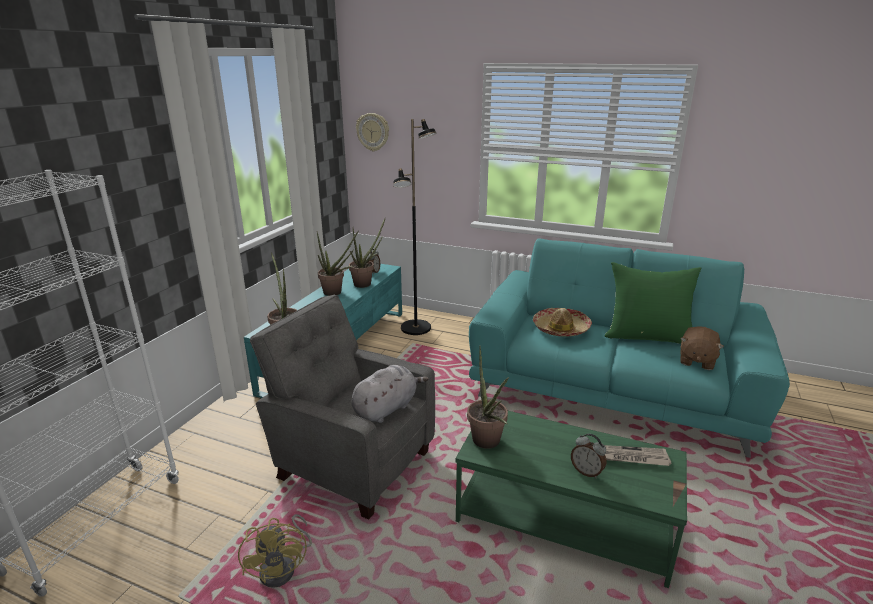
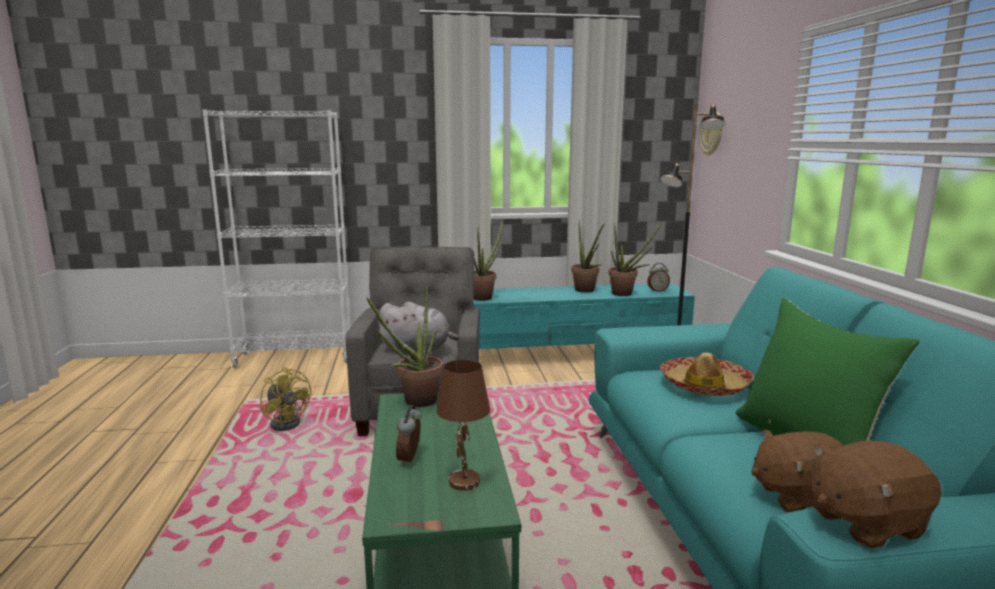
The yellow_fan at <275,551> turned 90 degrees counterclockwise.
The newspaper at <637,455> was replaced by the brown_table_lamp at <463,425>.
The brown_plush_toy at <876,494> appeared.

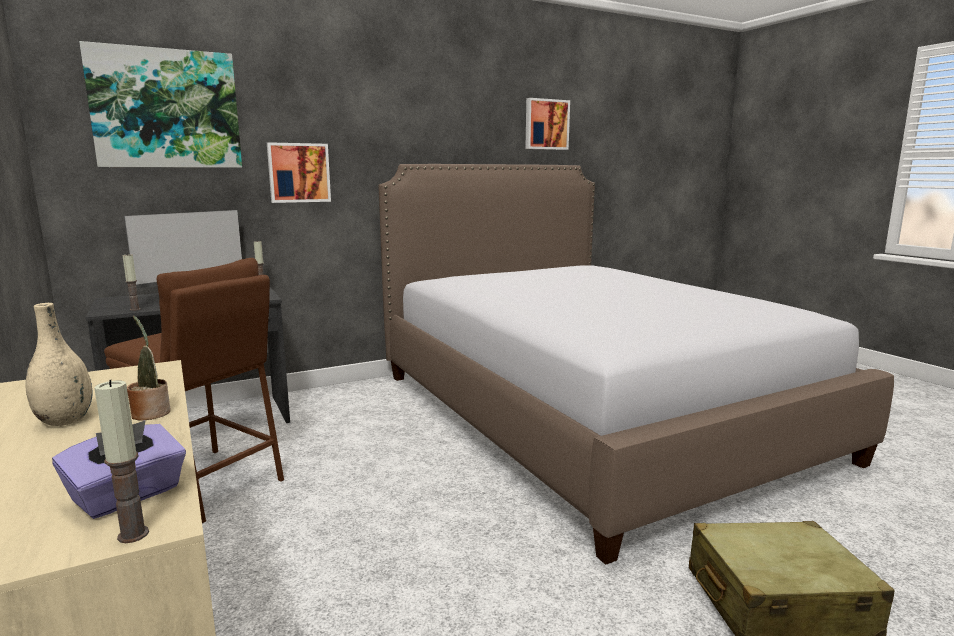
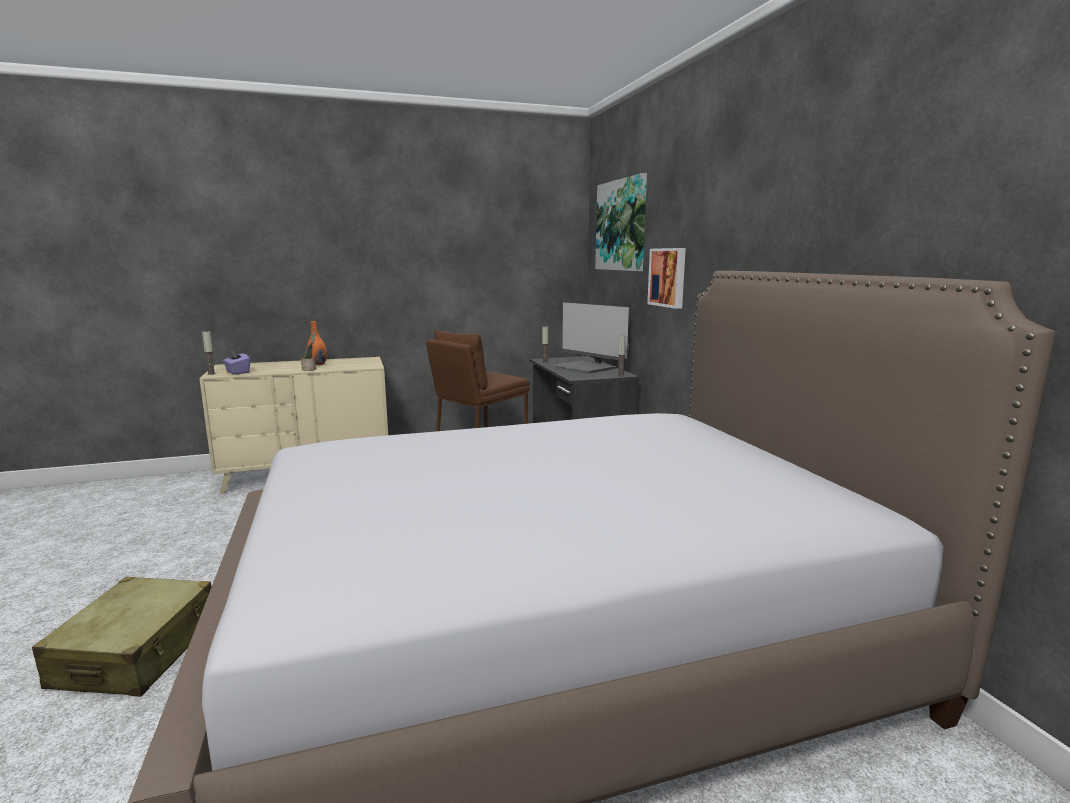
The beige_vase at <59,364> became the orange_vase at <317,343>.
The picture at <547,124> disappeared.

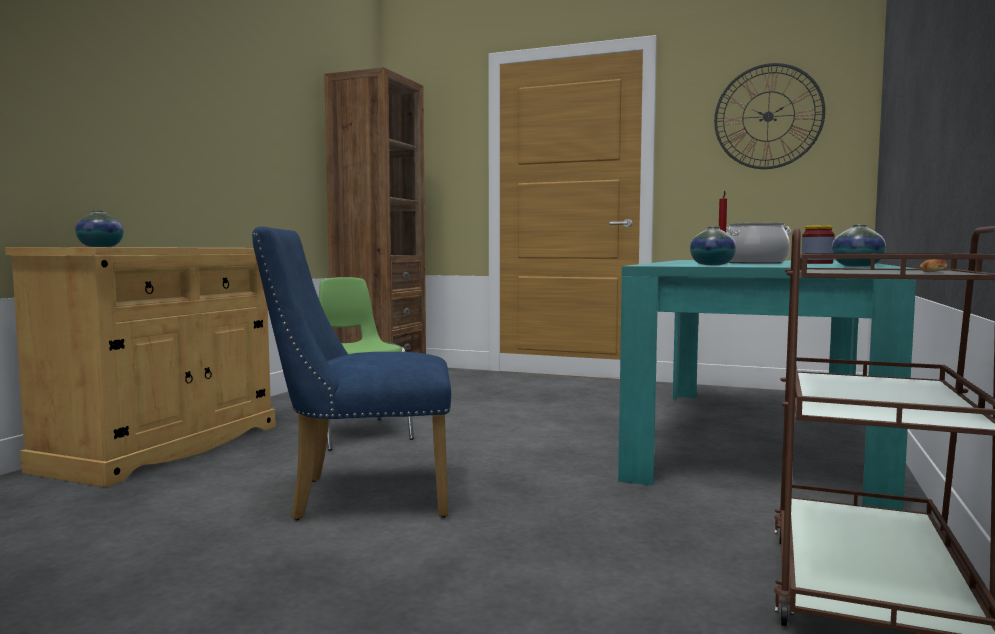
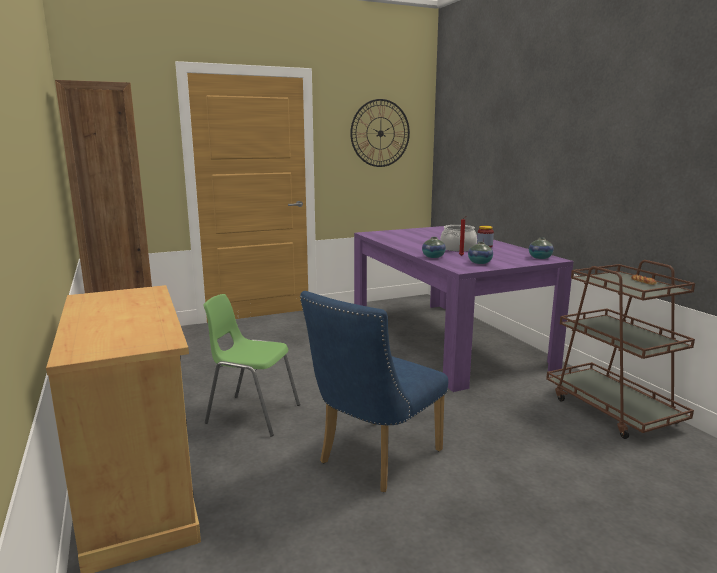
The turquoise_dining_table at <767,385> became the purple_dining_table at <464,309>.
The vase moved from <99,228> to <434,247>.

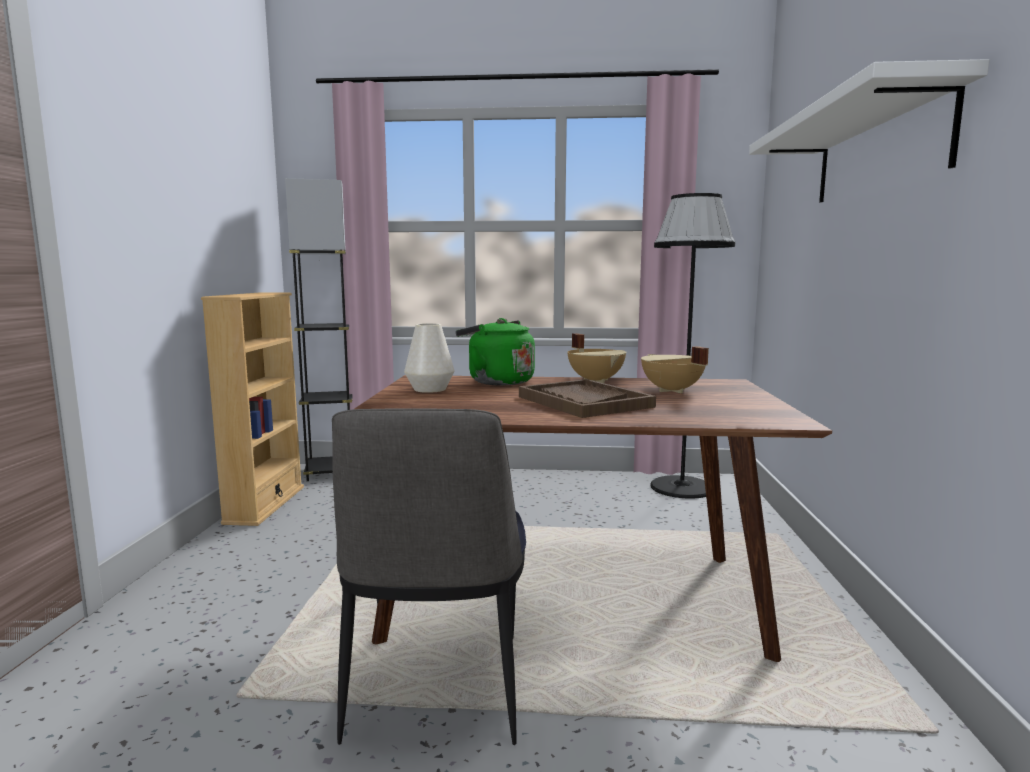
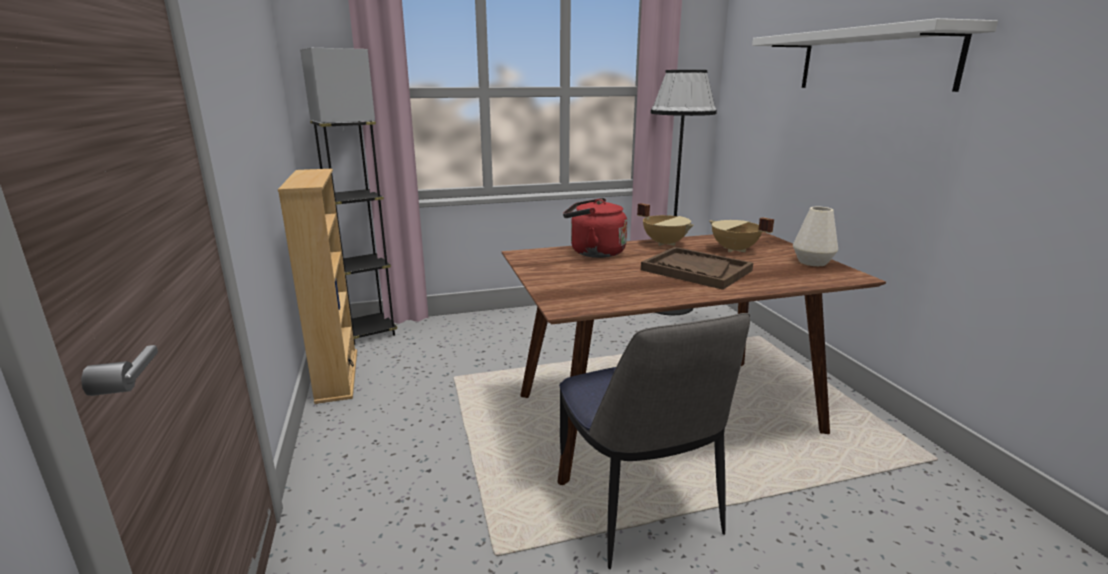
The green_kettle at <495,351> became the red_kettle at <595,228>.
The white_vase moved from <429,358> to <815,236>.

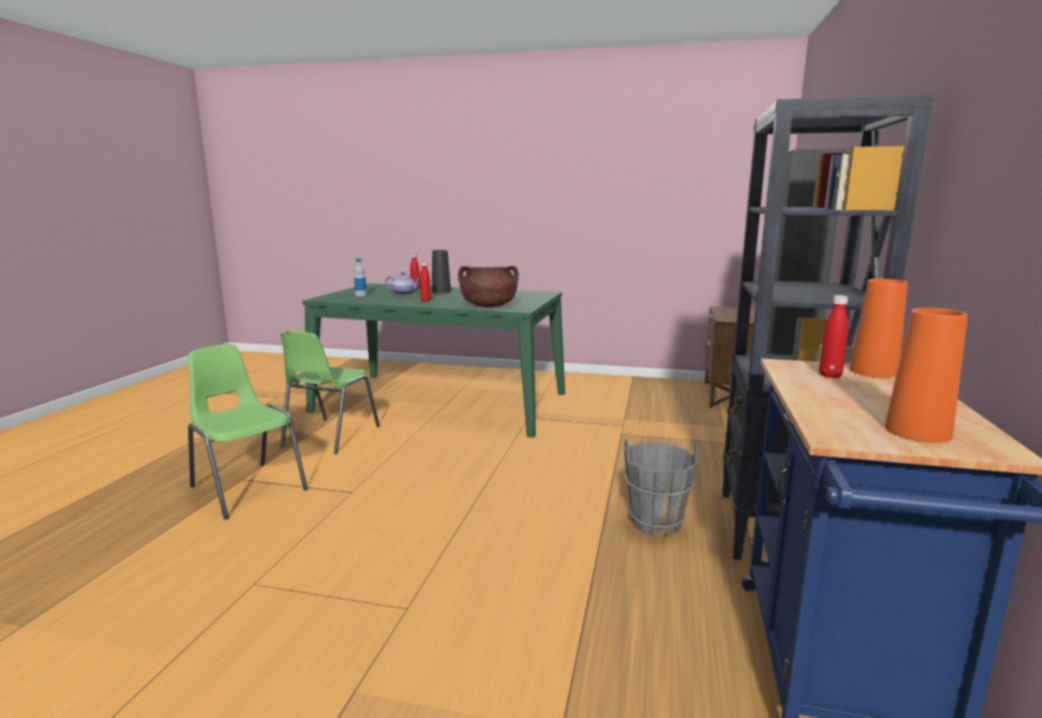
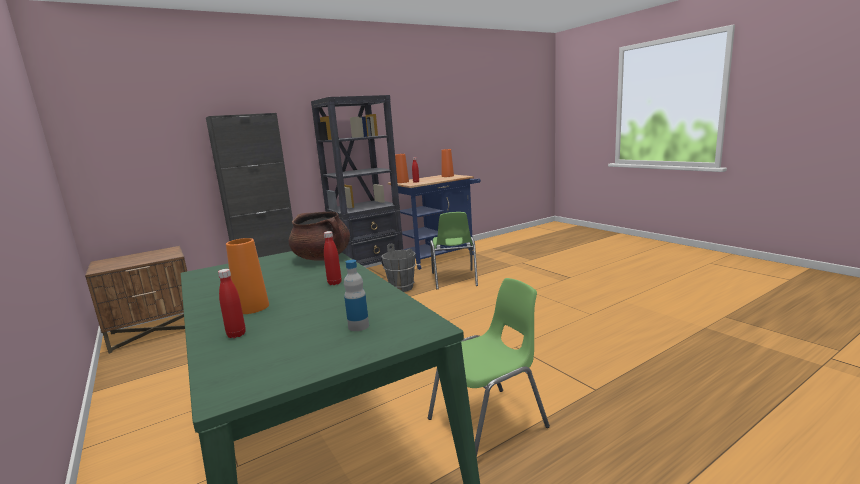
The black_vase at <441,271> became the orange_vase at <247,276>.
The green_chair moved from <248,432> to <454,250>.
The teapot at <402,283> disappeared.

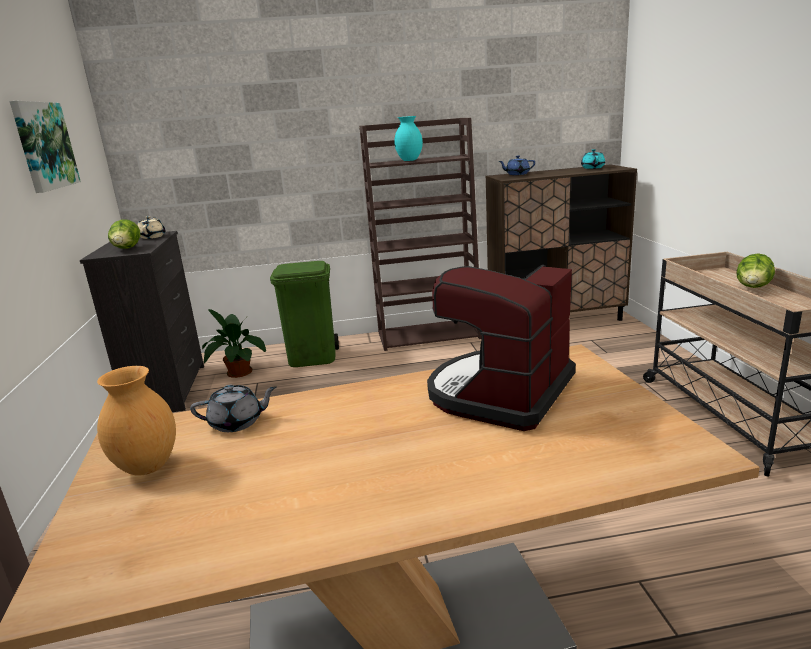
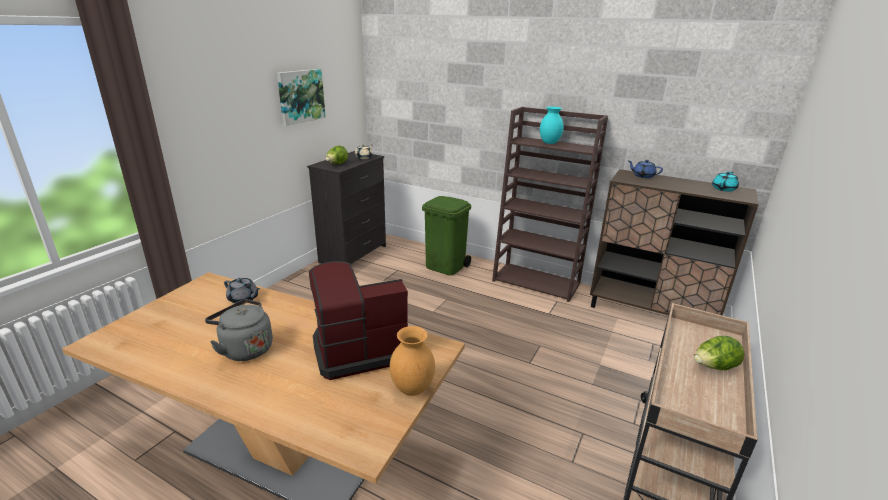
The grey_kettle at <239,330> appeared.
The brown_vase moved from <136,421> to <412,361>.
The potted_plant at <234,343> disappeared.

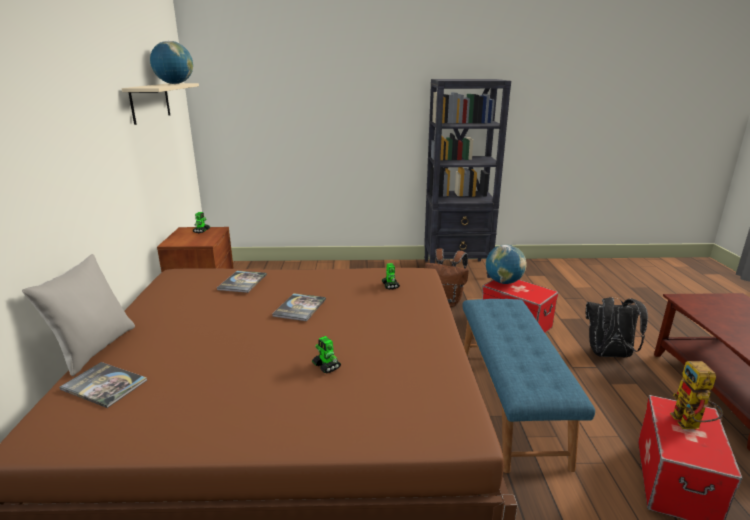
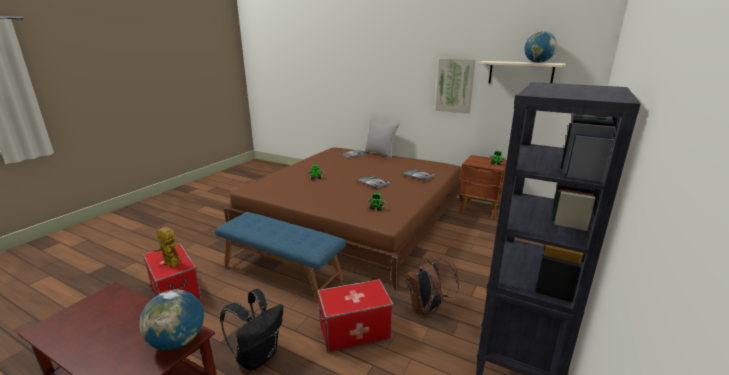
The globe moved from <506,264> to <171,320>.
The picture at <455,86> appeared.

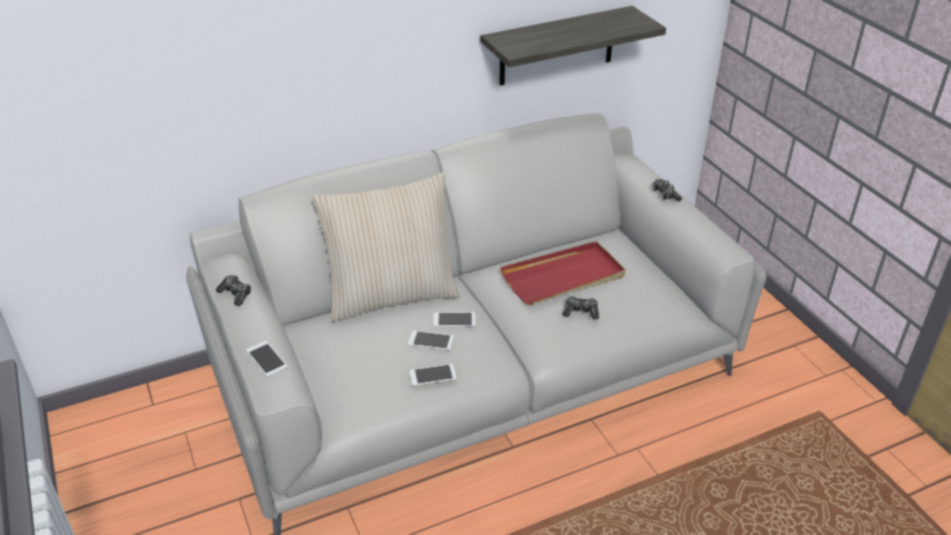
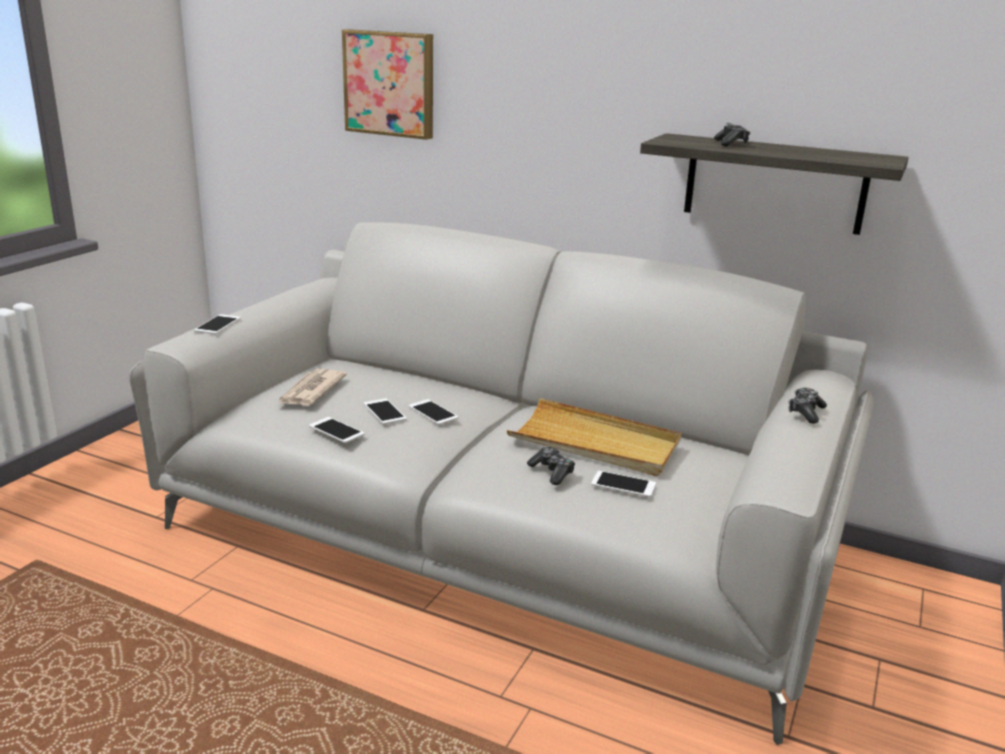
The newspaper at <312,387> appeared.
The picture at <387,84> appeared.
The red_tray at <563,273> became the beige_tray at <594,437>.
The phone at <623,484> appeared.
The game_controller moved from <233,290> to <732,134>.
The beige_pillow at <386,247> disappeared.

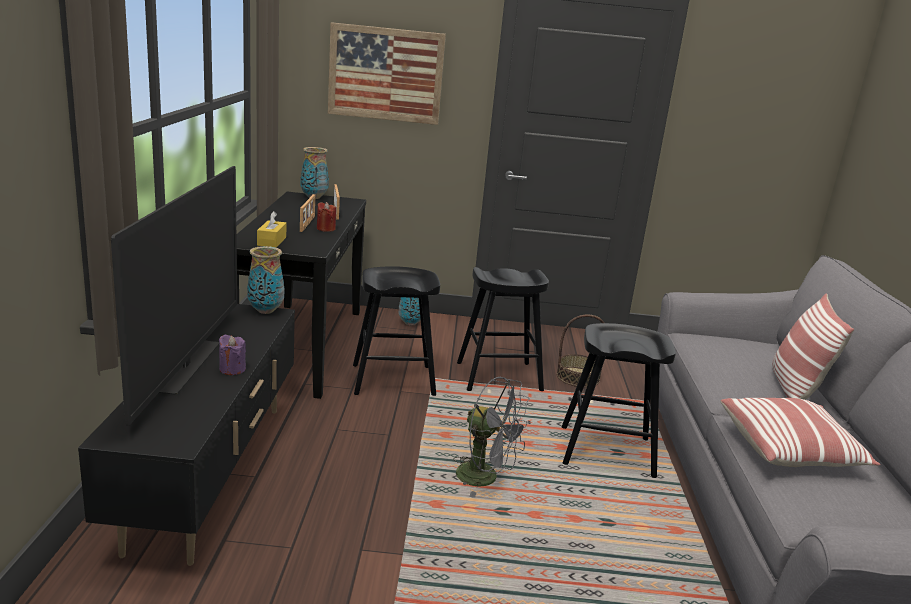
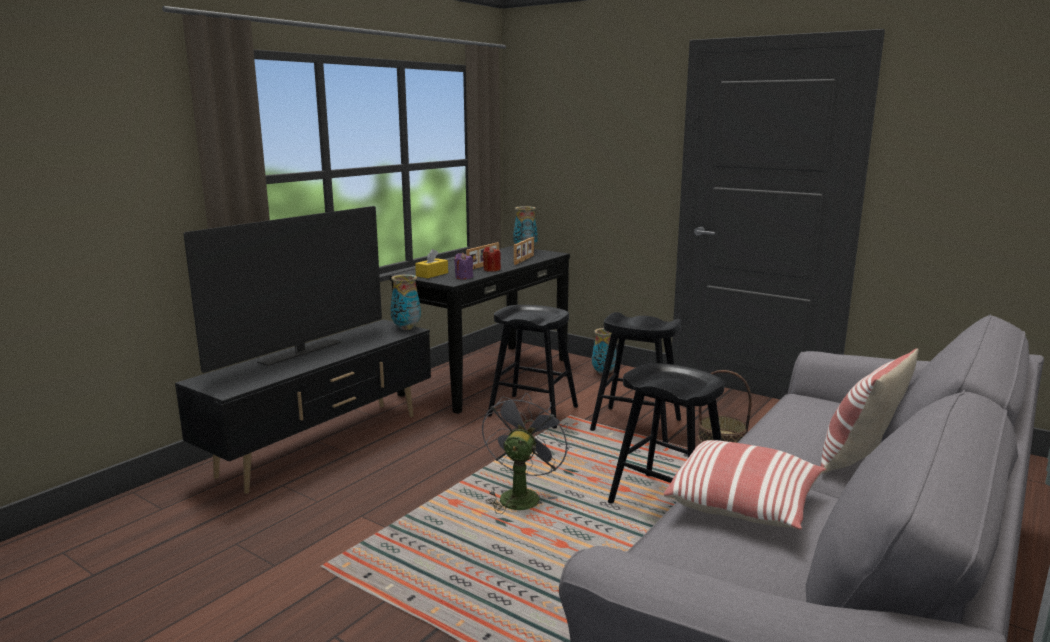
The purple_candle moved from <232,354> to <463,266>.
The grey_fan at <491,437> turned 135 degrees counterclockwise.
The picture at <387,73> disappeared.

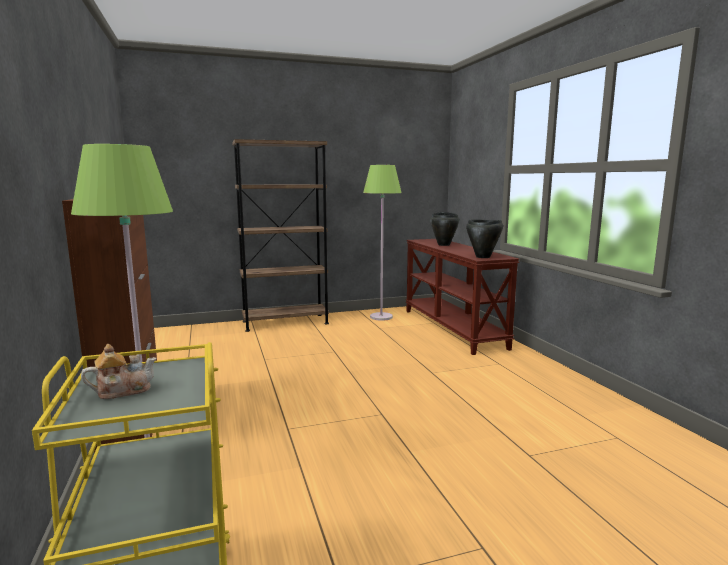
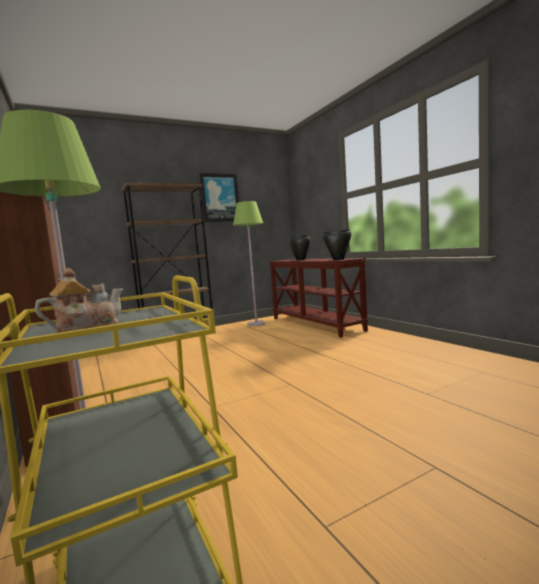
The picture at <219,197> appeared.

